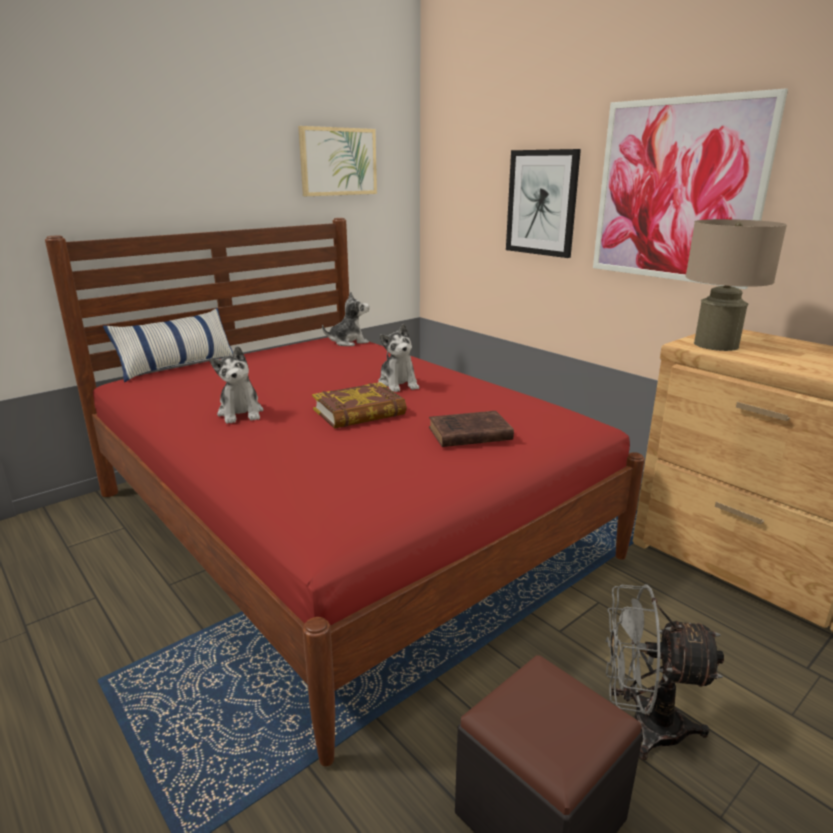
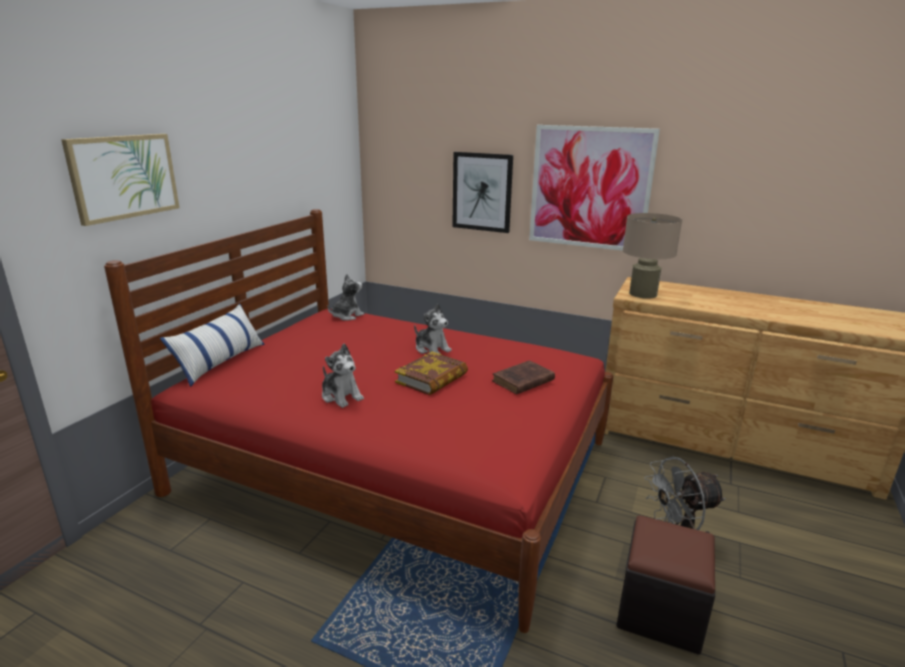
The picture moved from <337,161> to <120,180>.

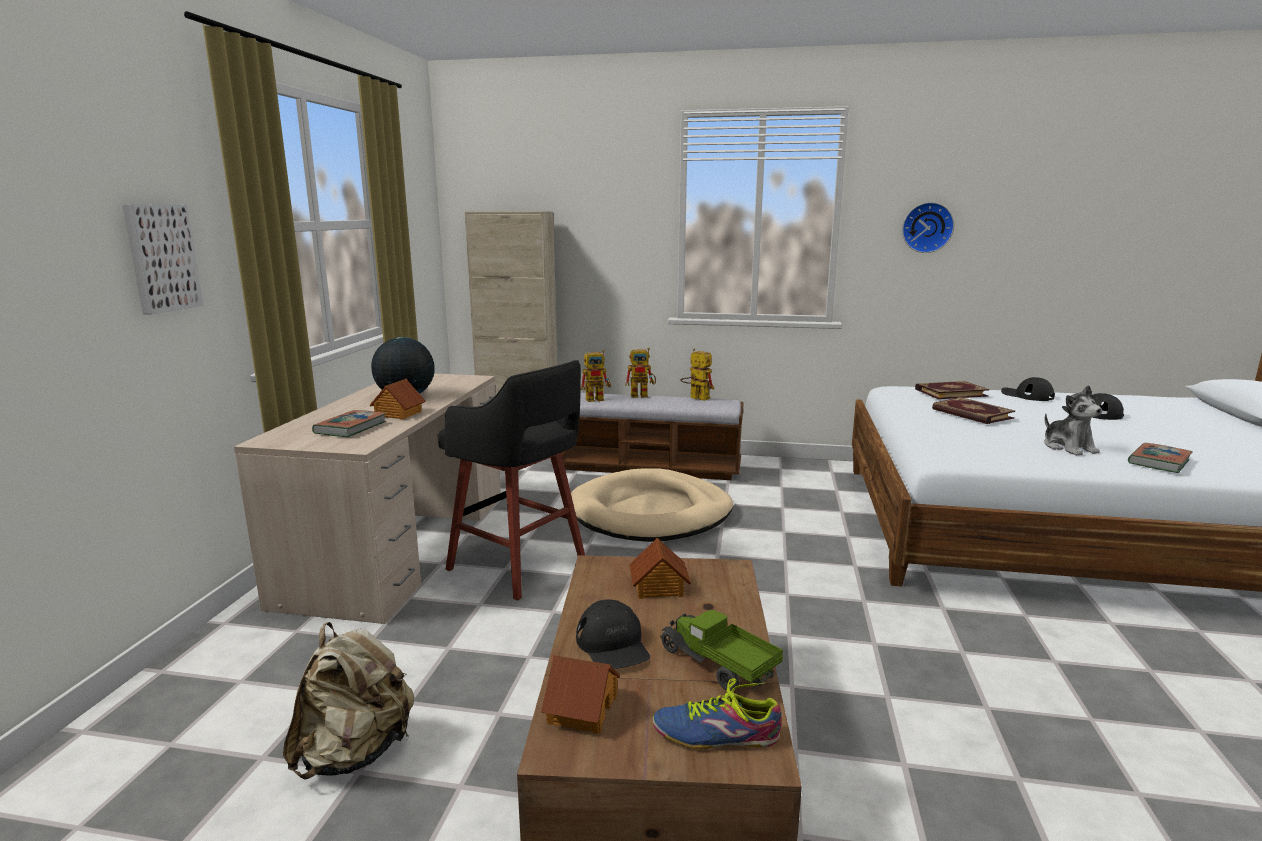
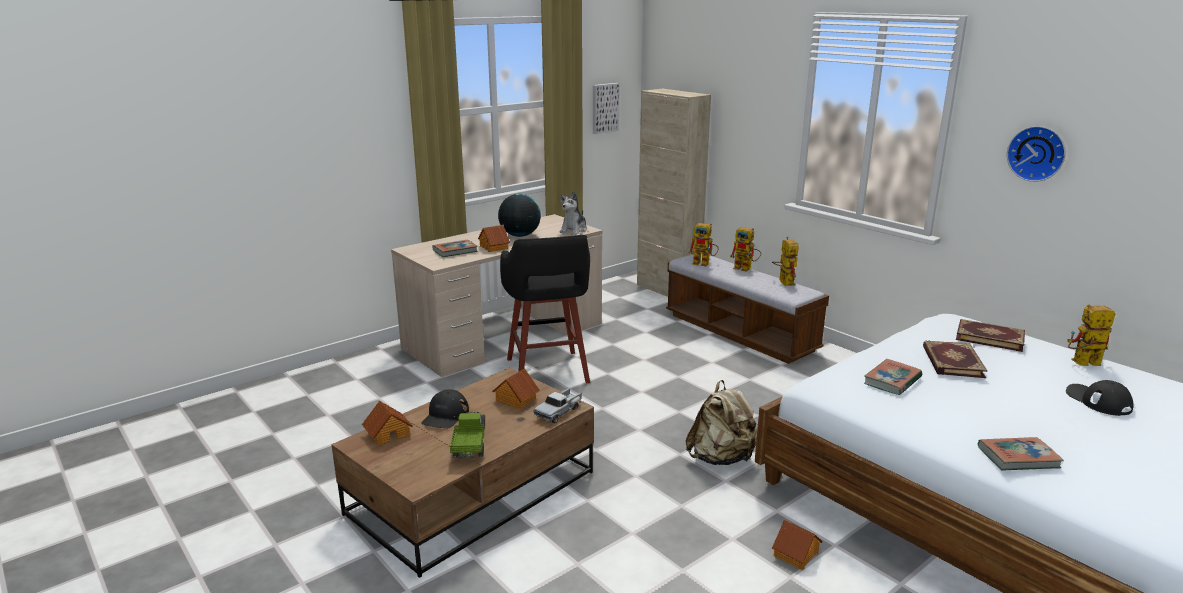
The toy_truck at <557,405> appeared.
The plush_toy moved from <1073,420> to <573,213>.
The picture moved from <163,259> to <606,108>.
The beige_backpack moved from <348,701> to <721,422>.
The toy_house at <797,545> appeared.
The book at <893,377> appeared.
The black_cap at <1028,389> was replaced by the toy_robot at <1091,335>.
The beige_dog_bed at <652,505> disappeared.
The shoe at <717,713> disappeared.

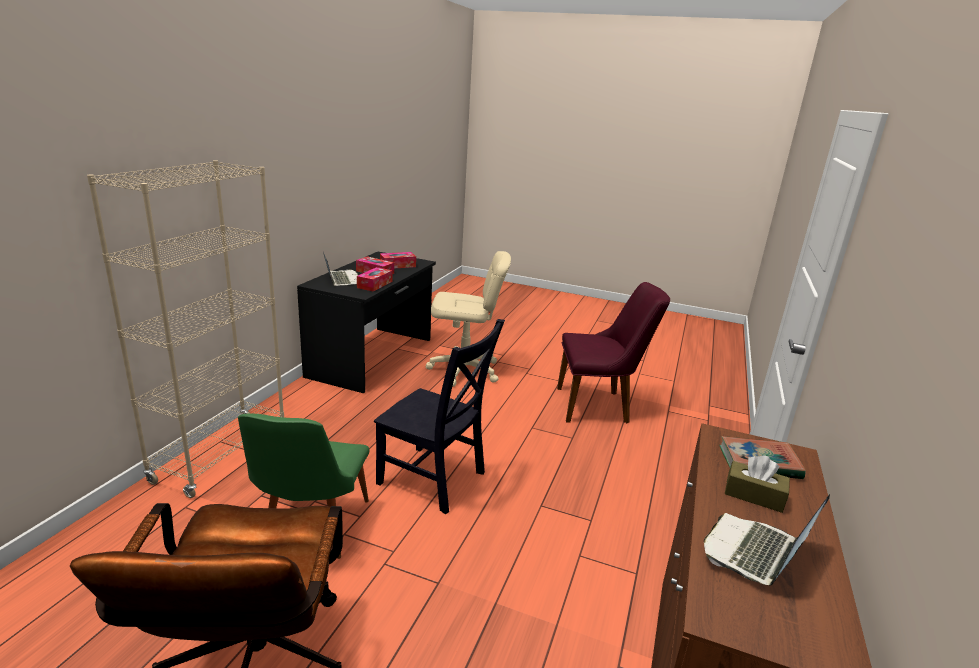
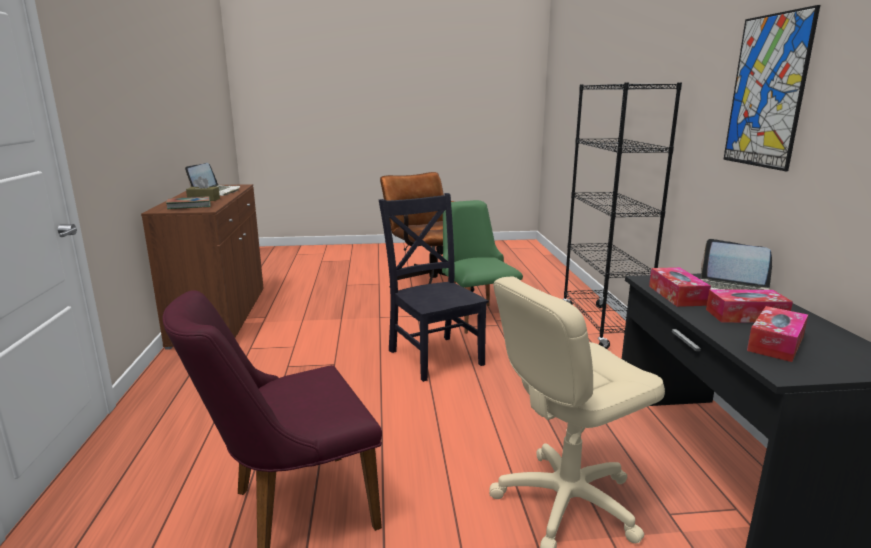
The black_chair at <439,416> turned 60 degrees clockwise.
The beige_bookcase at <185,329> became the black_bookcase at <622,215>.
The picture at <771,88> appeared.

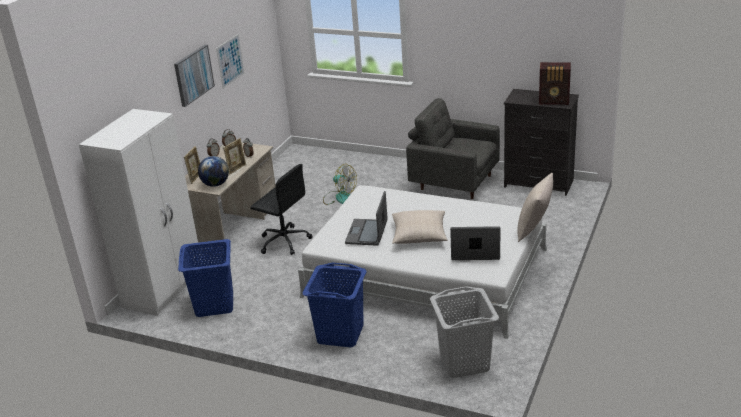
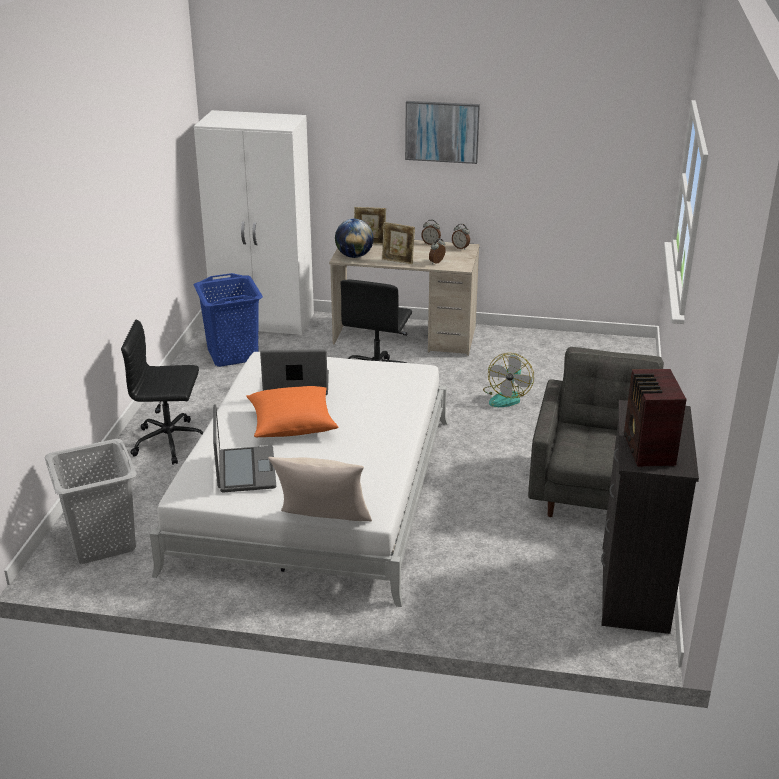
The blue_laundry_basket at <335,305> was replaced by the black_office_chair at <162,392>.
The beige_pillow at <420,227> became the orange_pillow at <292,411>.
The picture at <230,61> disappeared.

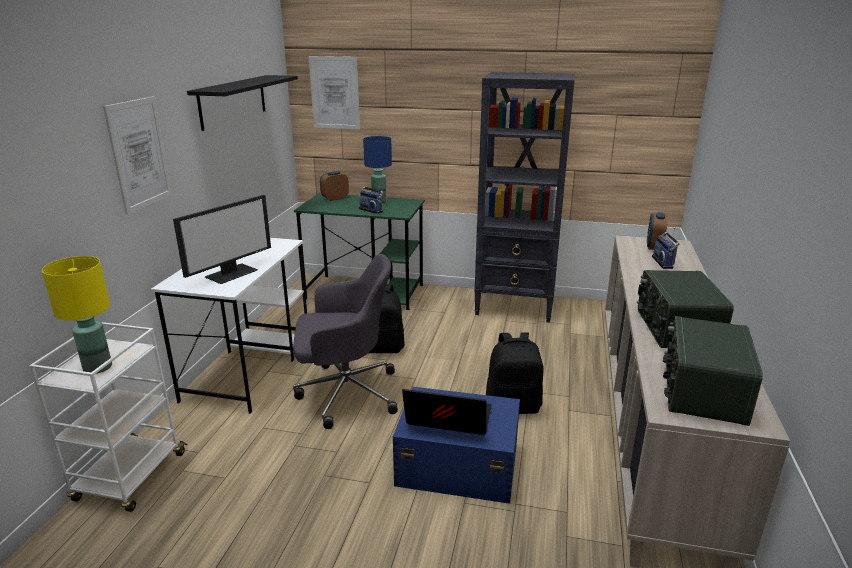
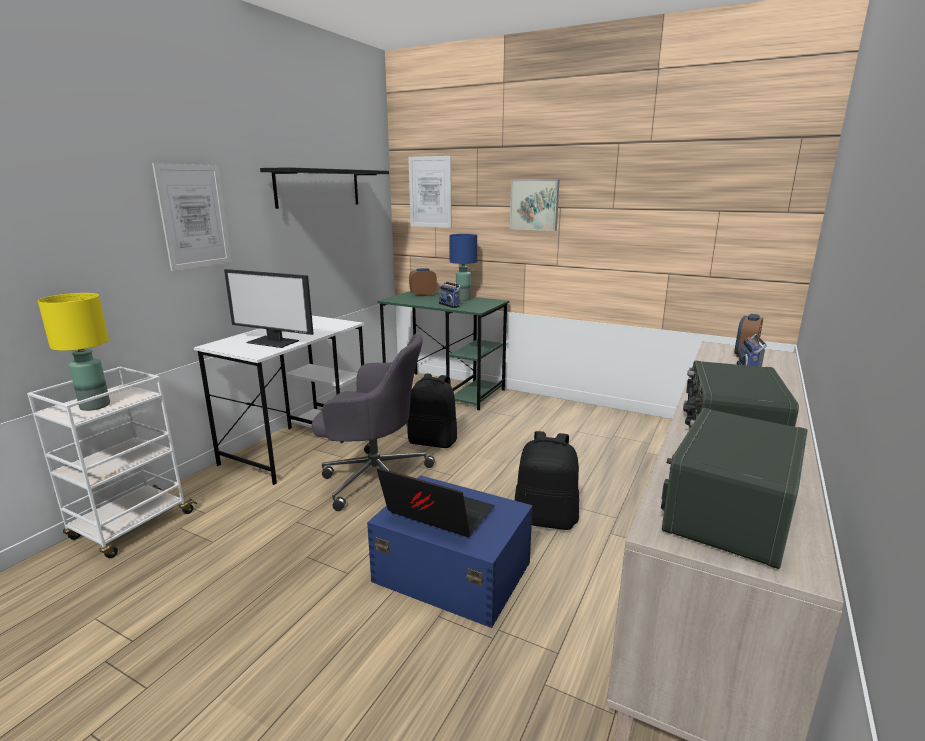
The monitor at <222,239> turned 60 degrees clockwise.
The picture at <535,205> appeared.
The black_bookcase at <524,197> disappeared.

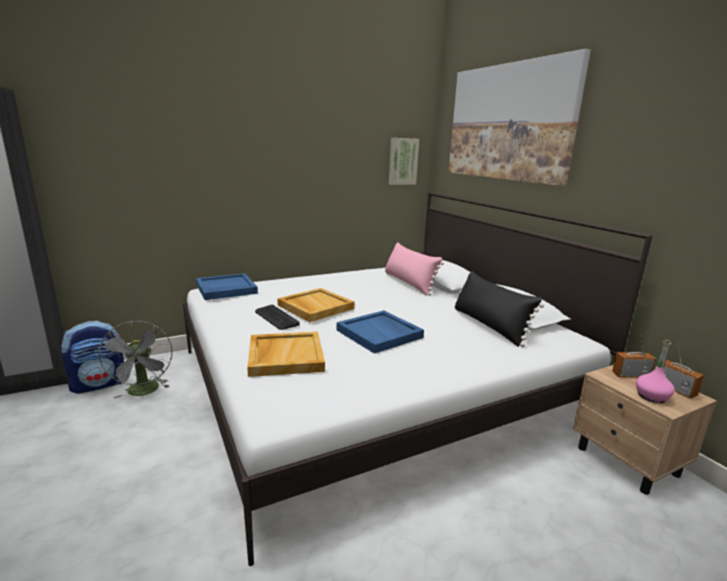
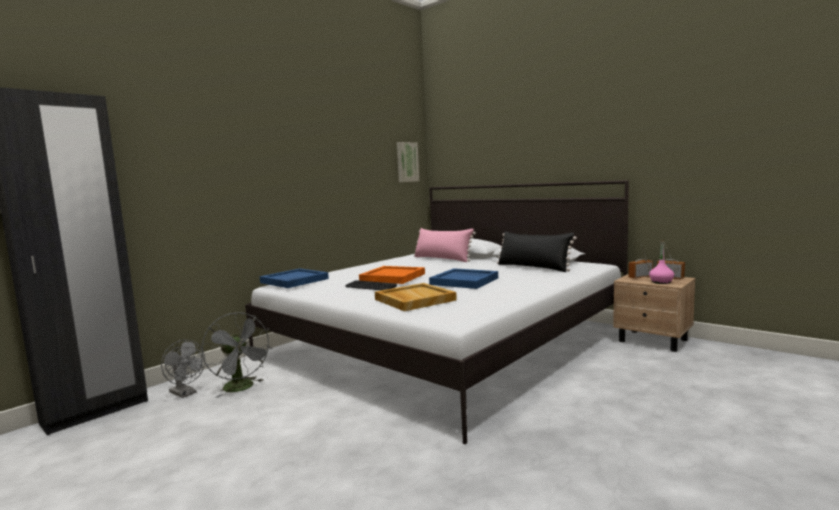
The backpack at <92,357> was replaced by the grey_fan at <183,369>.
The beige_tray at <316,305> became the orange_tray at <392,275>.
The picture at <519,117> disappeared.

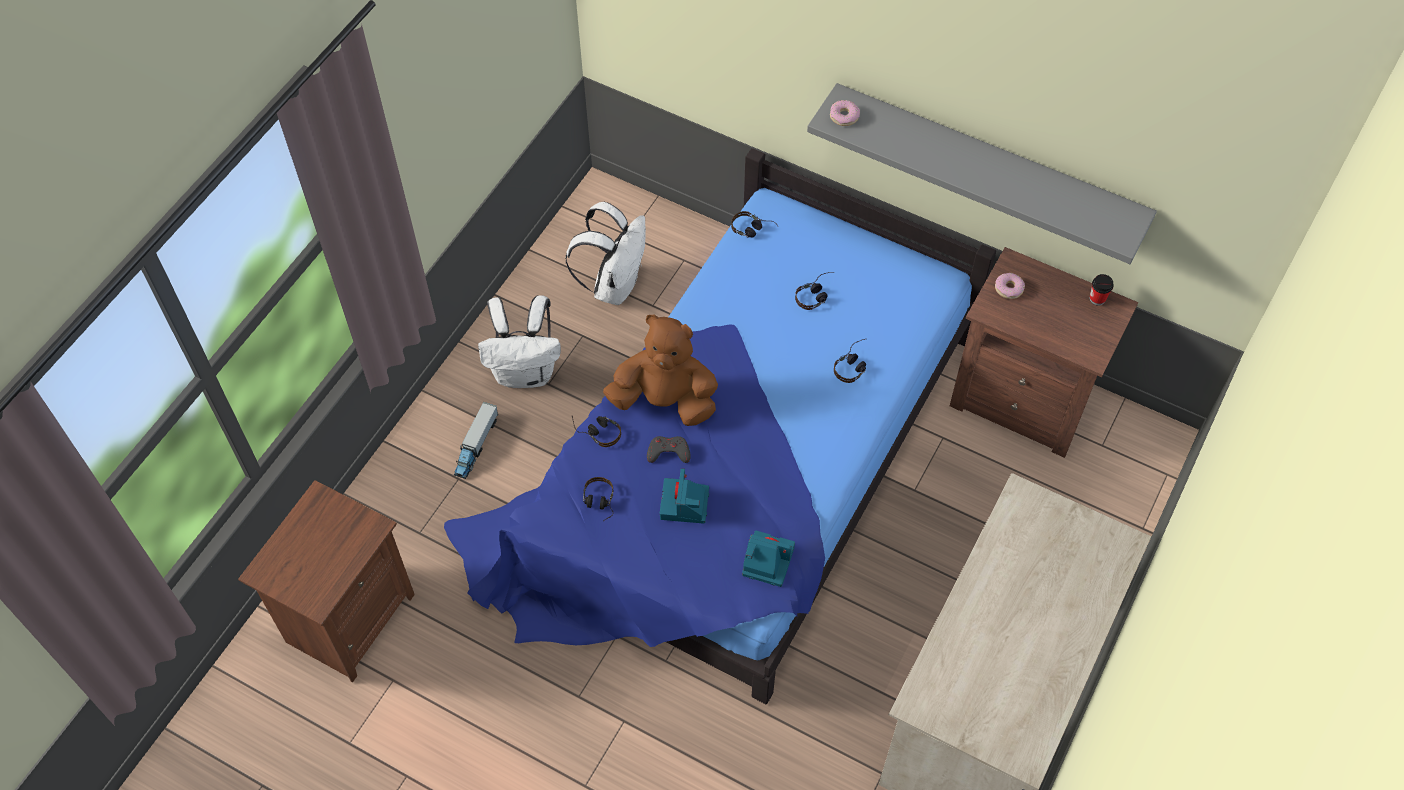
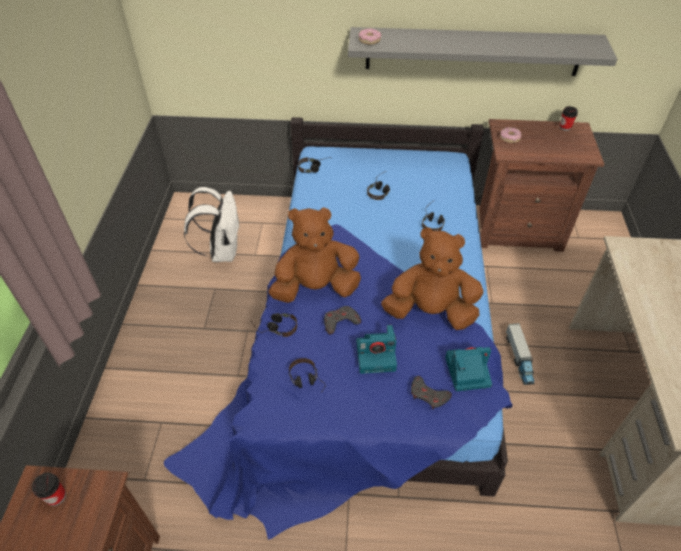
The cup at <49,489> appeared.
The photo_camera at <684,496> turned 75 degrees counterclockwise.
The brown_plush_toy at <432,278> appeared.
The grey_game_controller at <431,392> appeared.
The toy_truck moved from <476,440> to <520,354>.
The white_backpack at <519,341> disappeared.

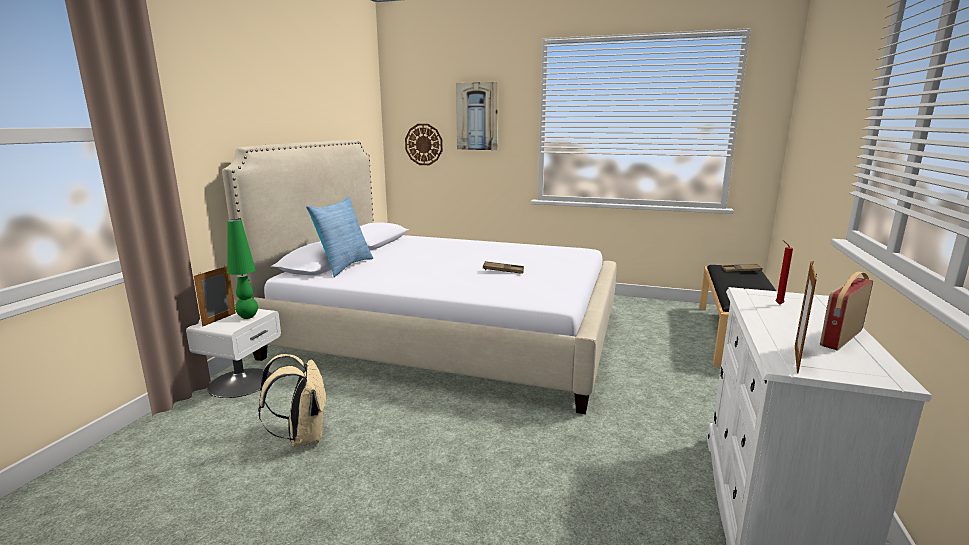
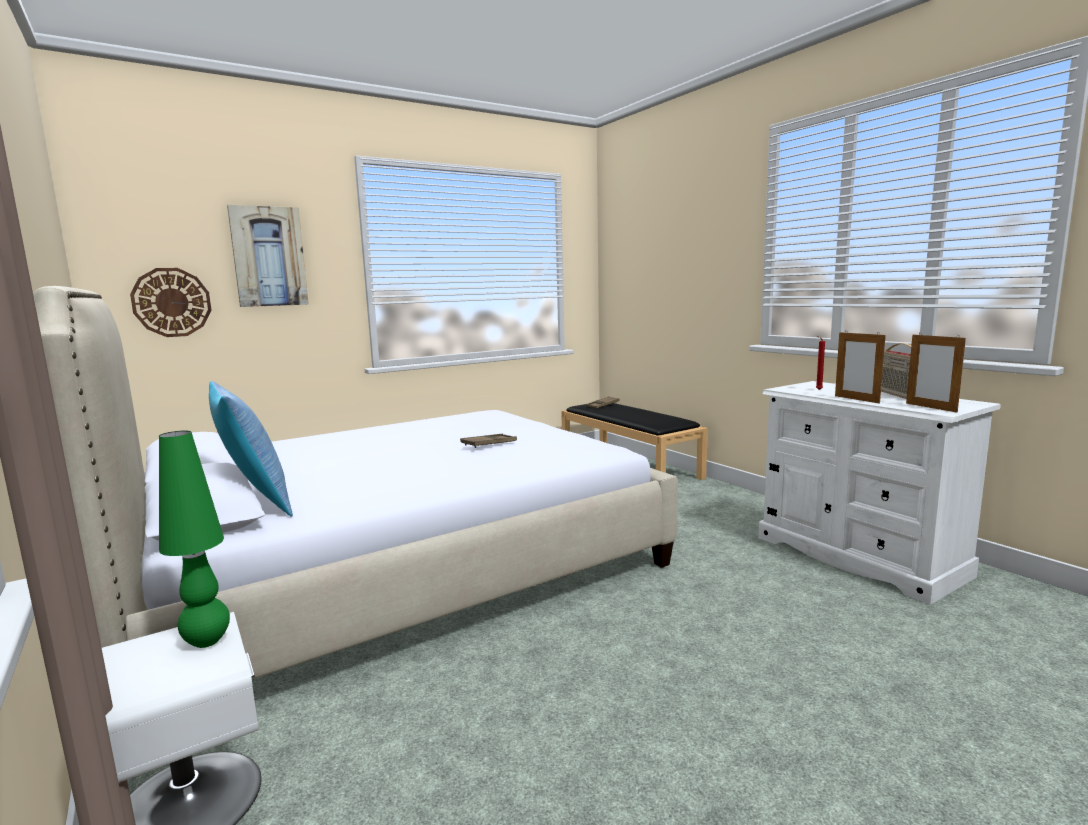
The picture_frame moved from <215,296> to <860,367>.
The beige_backpack at <292,400> disappeared.

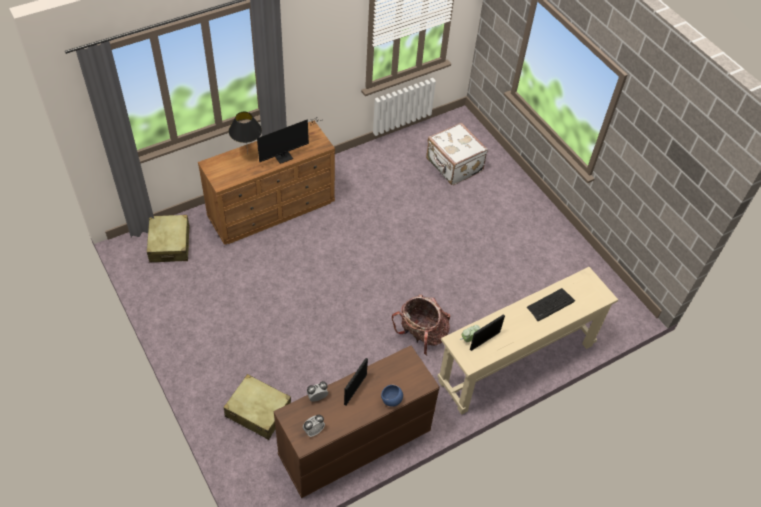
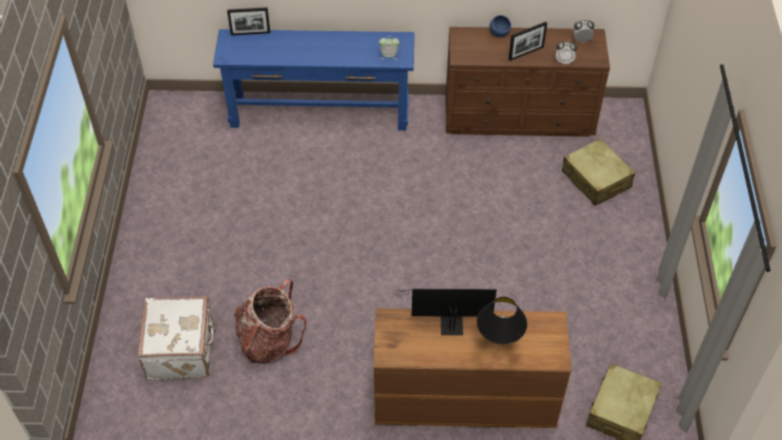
The beige_console_table at <527,341> became the blue_console_table at <313,80>.
The picture_frame moved from <487,332> to <248,21>.
The backpack moved from <421,325> to <270,321>.
The keyboard at <551,304> disappeared.

